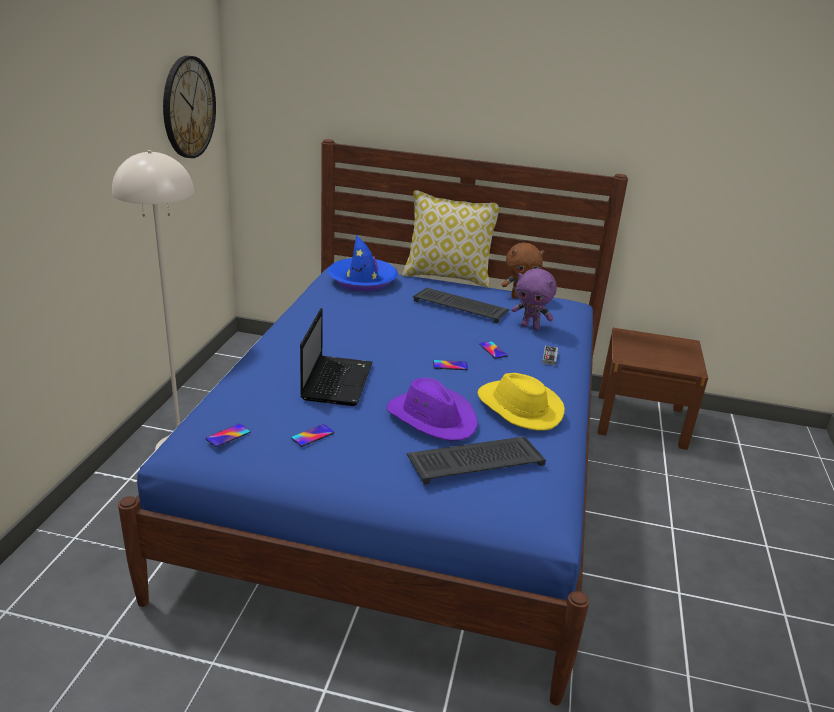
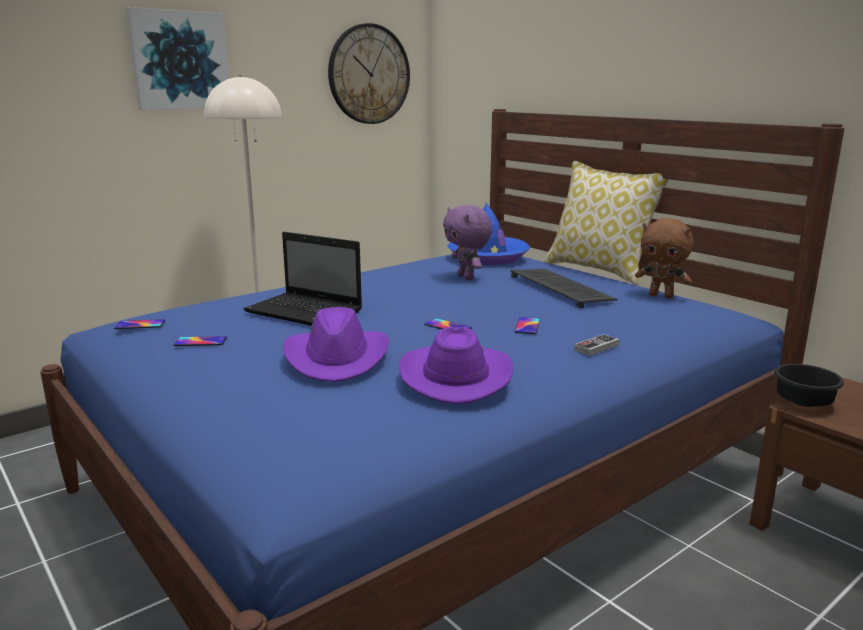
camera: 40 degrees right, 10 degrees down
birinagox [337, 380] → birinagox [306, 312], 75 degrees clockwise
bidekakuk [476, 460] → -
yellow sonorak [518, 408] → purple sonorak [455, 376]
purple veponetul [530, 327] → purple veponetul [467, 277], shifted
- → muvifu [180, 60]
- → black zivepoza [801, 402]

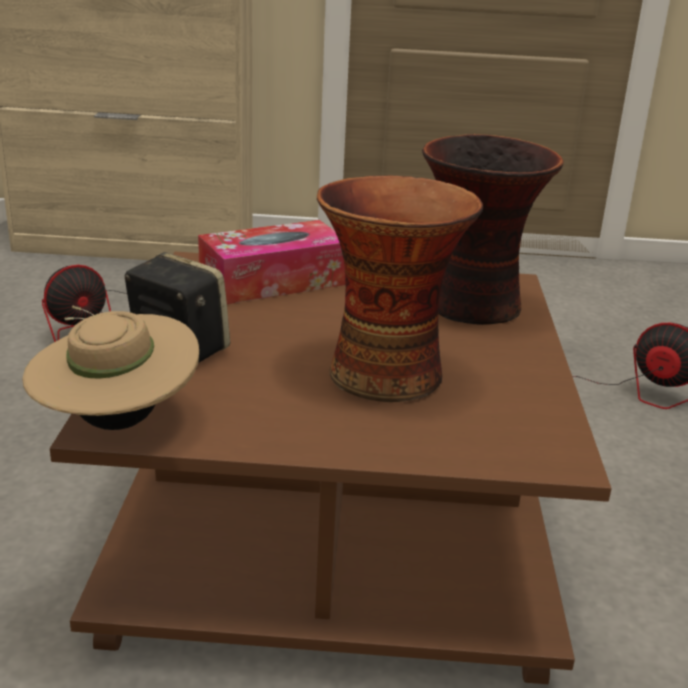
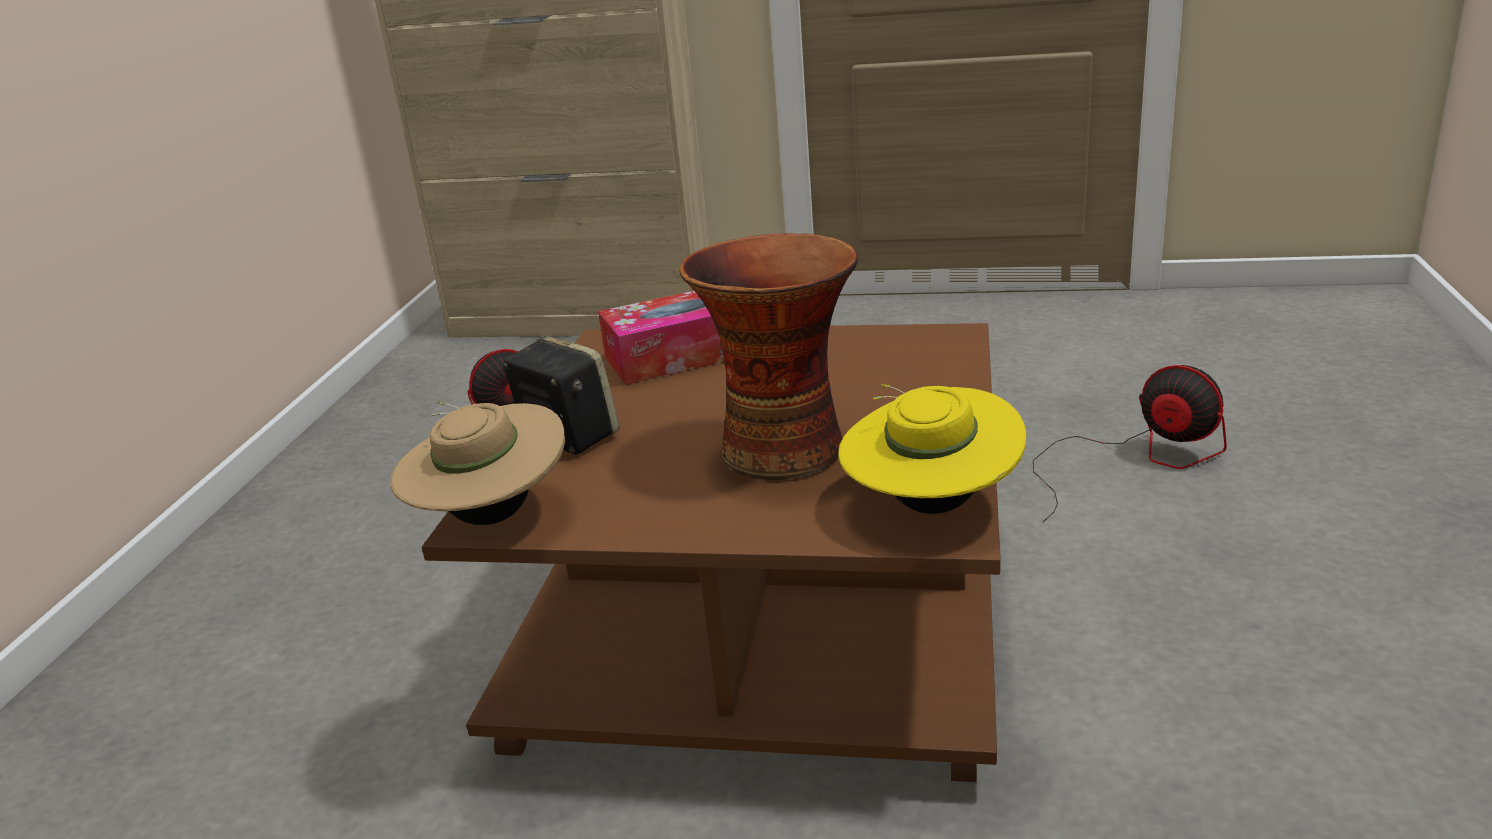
camera: 10 degrees right, 0 degrees up
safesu [475, 306] → -
- → yellow sonorak [930, 504]

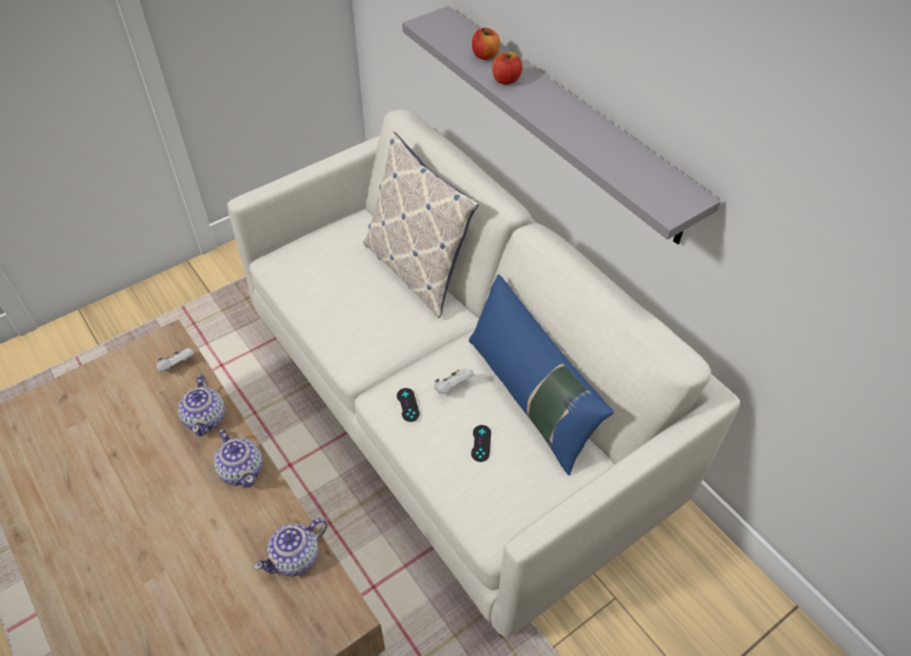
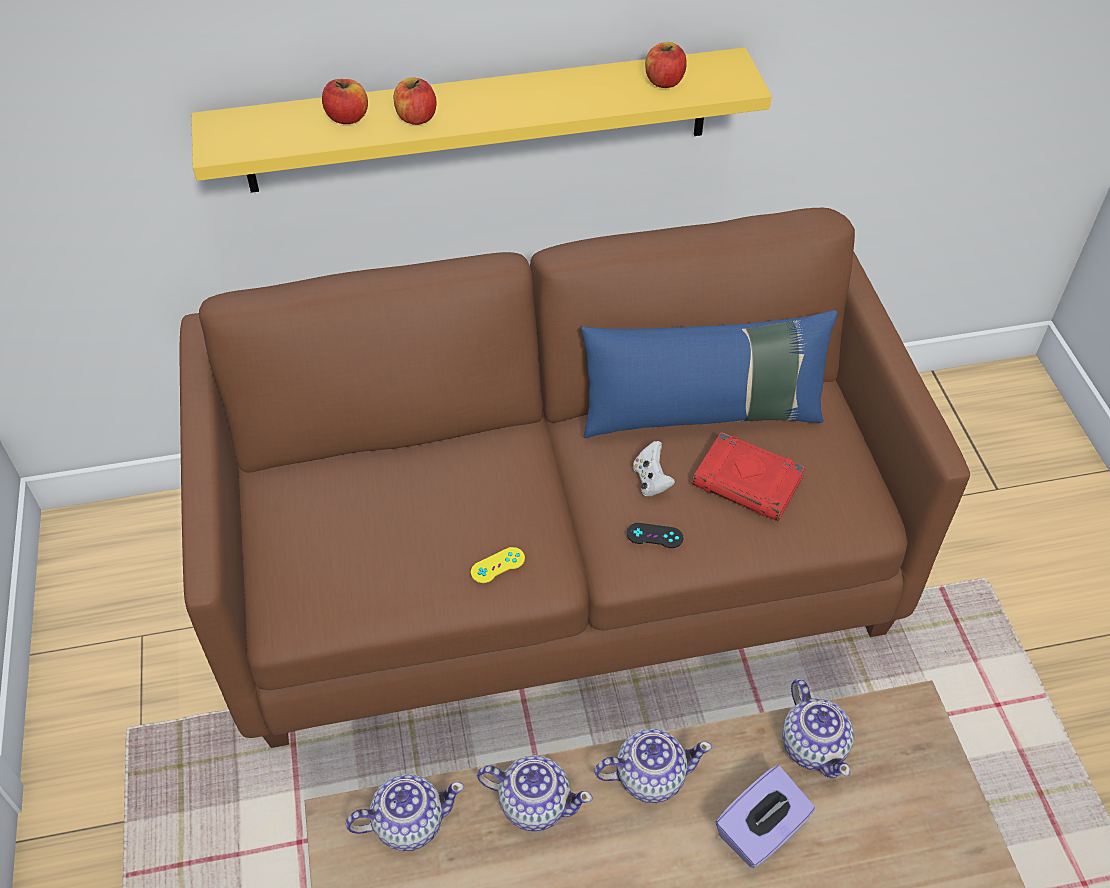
camera: 65 degrees left, 0 degrees up
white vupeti [177, 366] → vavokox [408, 822]
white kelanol [455, 411] → brown kelanol [554, 562]
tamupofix [417, 270] → -
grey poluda [563, 121] → yellow poluda [479, 121]
black vupeti [481, 443] → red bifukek [748, 482]
- → yellow vupeti [498, 565]
- → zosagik [664, 81]
- → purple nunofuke [761, 831]

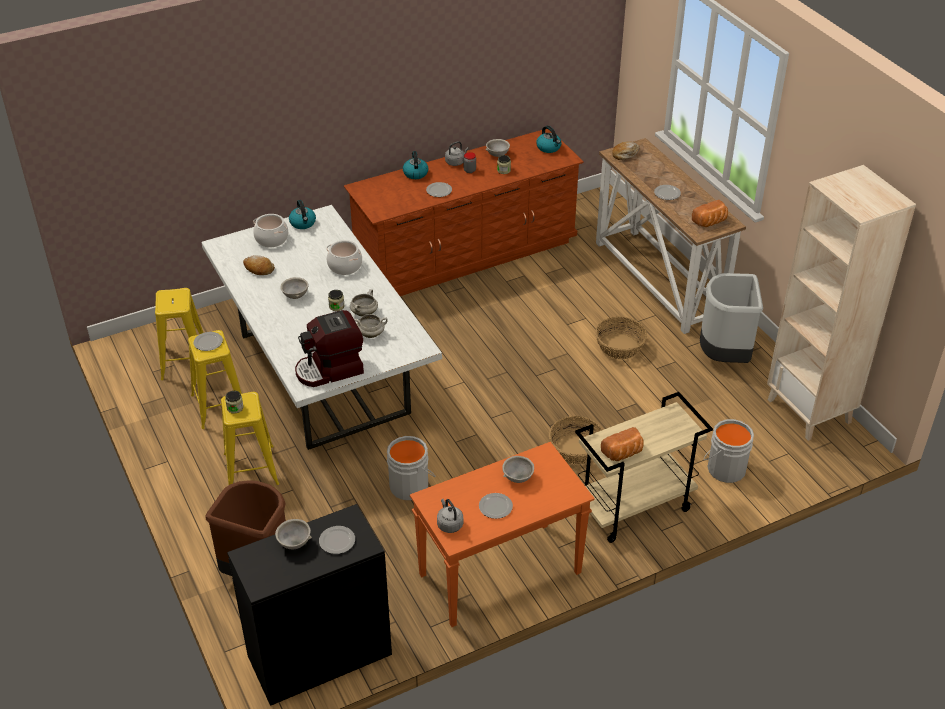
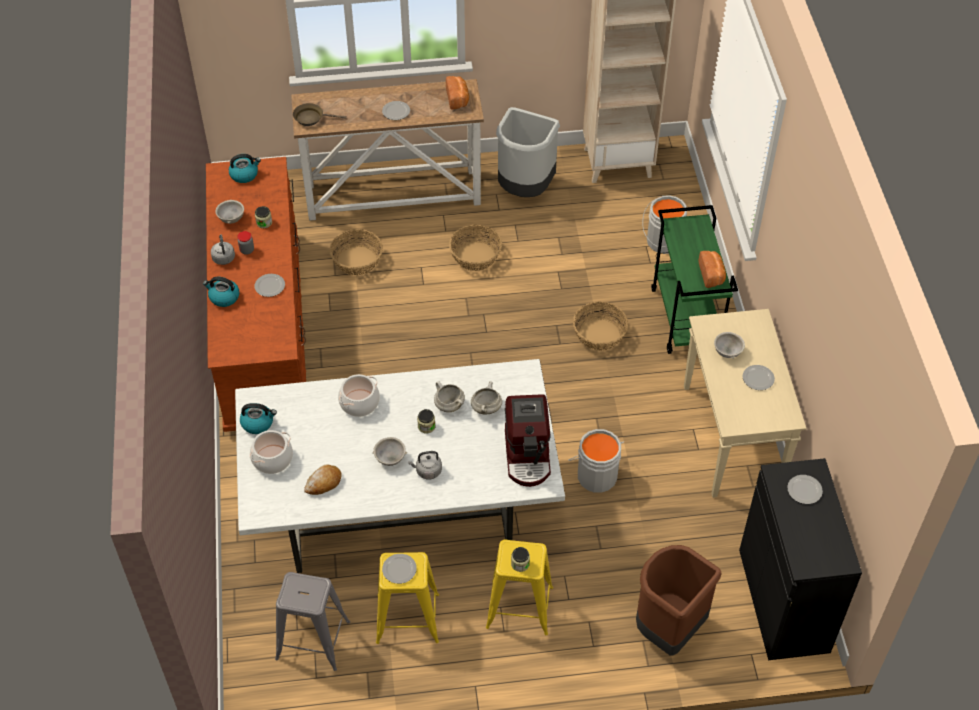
camera: 70 degrees left, 10 degrees up
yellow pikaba [184, 361] → grey pikaba [313, 640]
grey zivepoza [294, 543] → -
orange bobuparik [499, 575] → beige bobuparik [732, 438]
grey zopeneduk [449, 524] → grey zopeneduk [427, 471], shifted
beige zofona [633, 508] → green zofona [686, 319]
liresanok [625, 154] → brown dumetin [311, 118]
- → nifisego [357, 261]

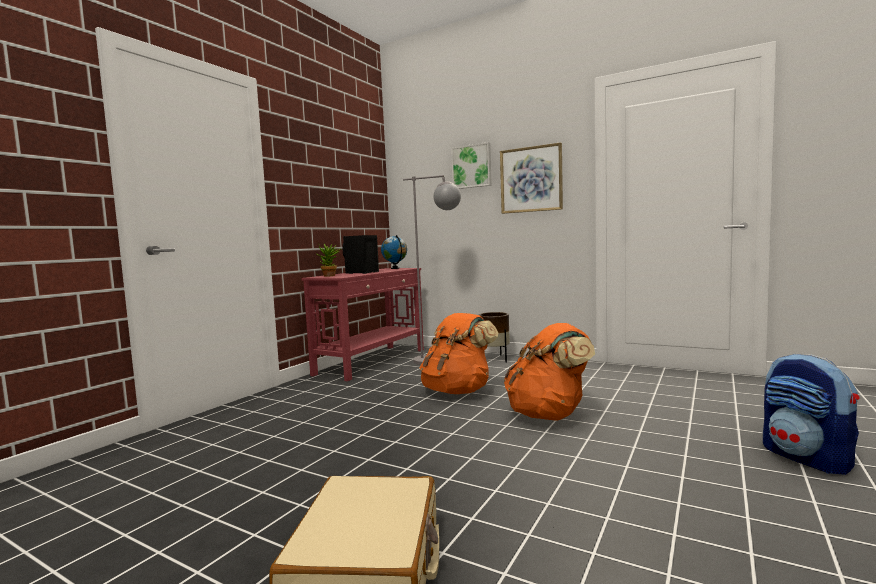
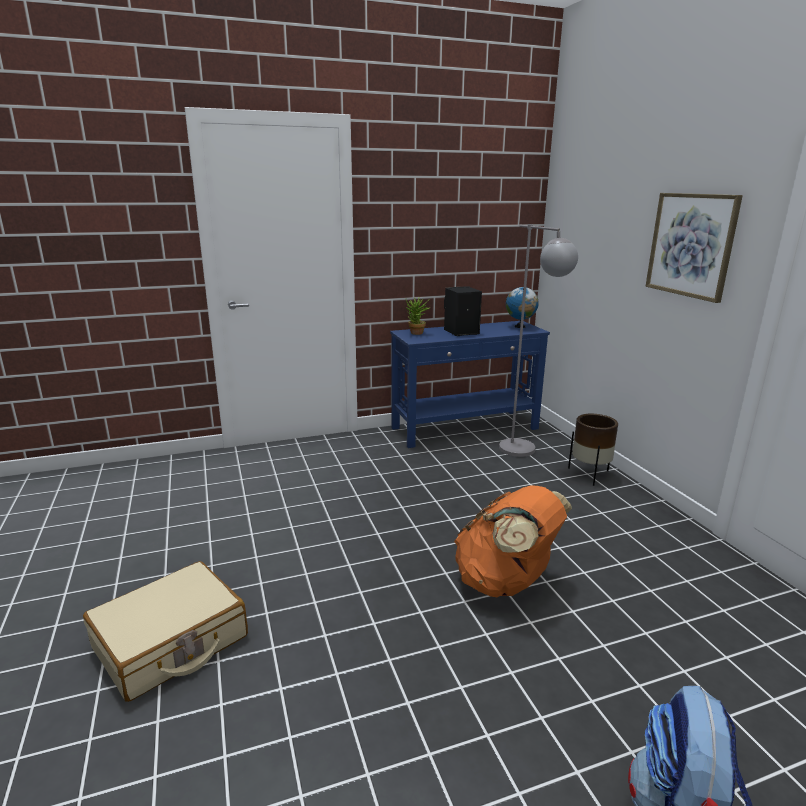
camera: 40 degrees right, 15 degrees up
red bobuparik [372, 361] → blue bobuparik [466, 428]
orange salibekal [457, 391] → -
muvifu [472, 166] → -

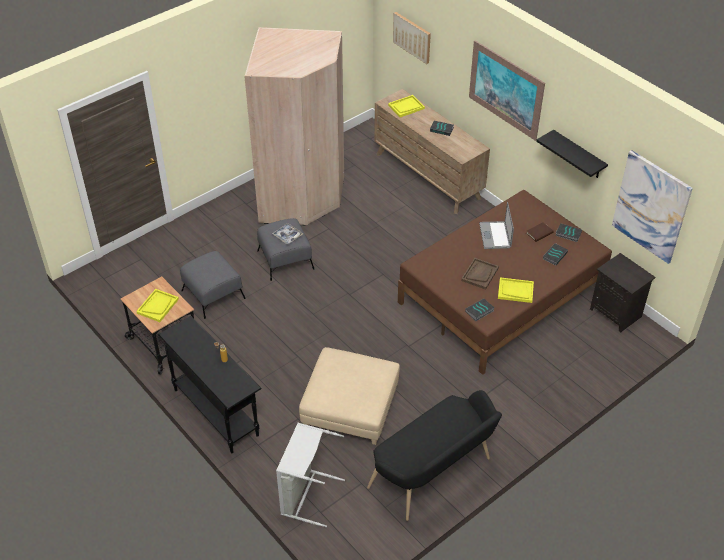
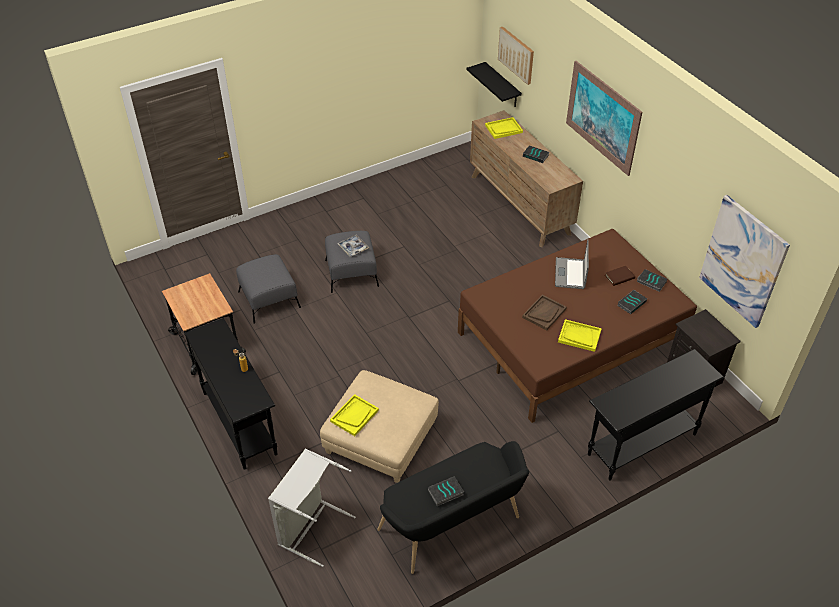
camera: 10 degrees right, 0 degrees up
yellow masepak [157, 306] → yellow masepak [354, 416], shifted
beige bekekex [300, 198] → -
bifukek [479, 311] → bifukek [445, 493], shifted
black poluda [578, 155] → black poluda [502, 85], shifted
- → black bobuparik [641, 444]

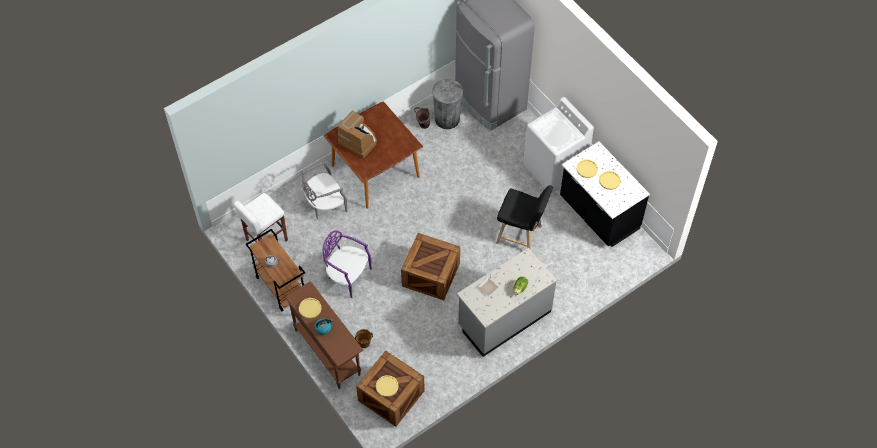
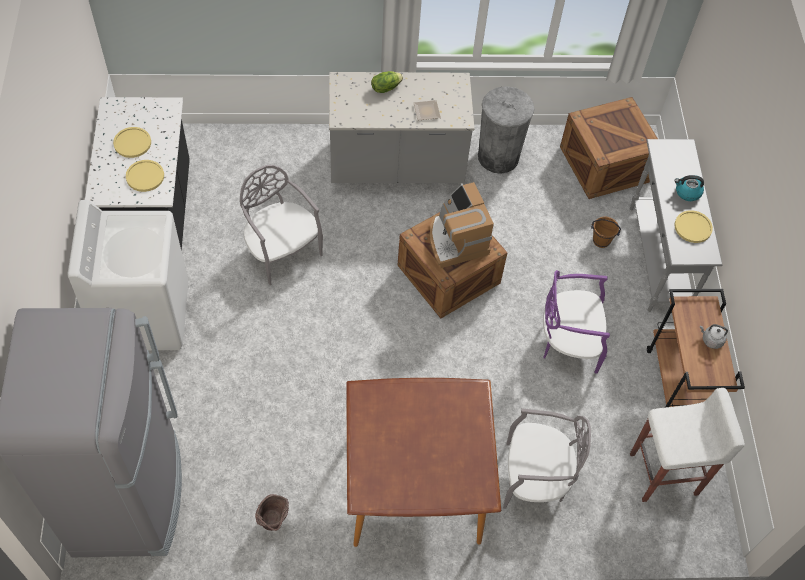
camera: 150 degrees left, 0 degrees up
brown bobuparik [327, 352] → grey bobuparik [658, 258]
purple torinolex [347, 276] → purple torinolex [568, 342], 120 degrees clockwise
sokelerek [358, 140] → sokelerek [456, 240], shifted
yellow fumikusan [387, 386] → -
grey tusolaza [447, 119] → grey tusolaza [498, 156], shifted
black pikaba [521, 235] → grey torinolex [281, 251]

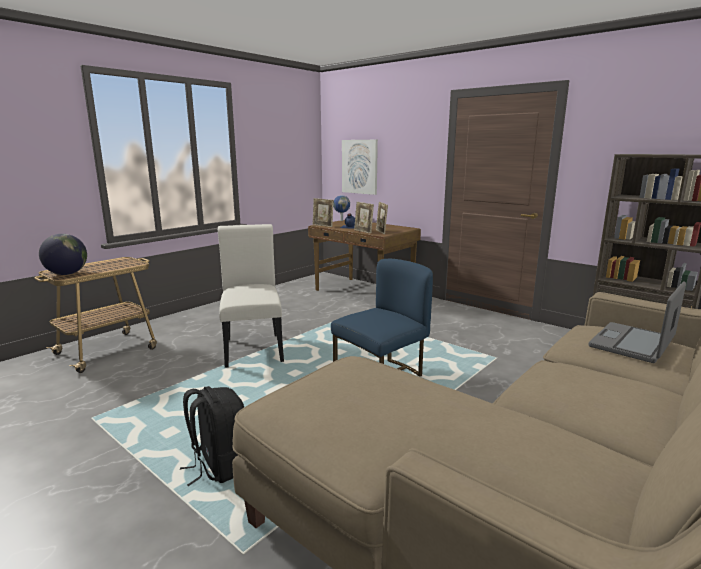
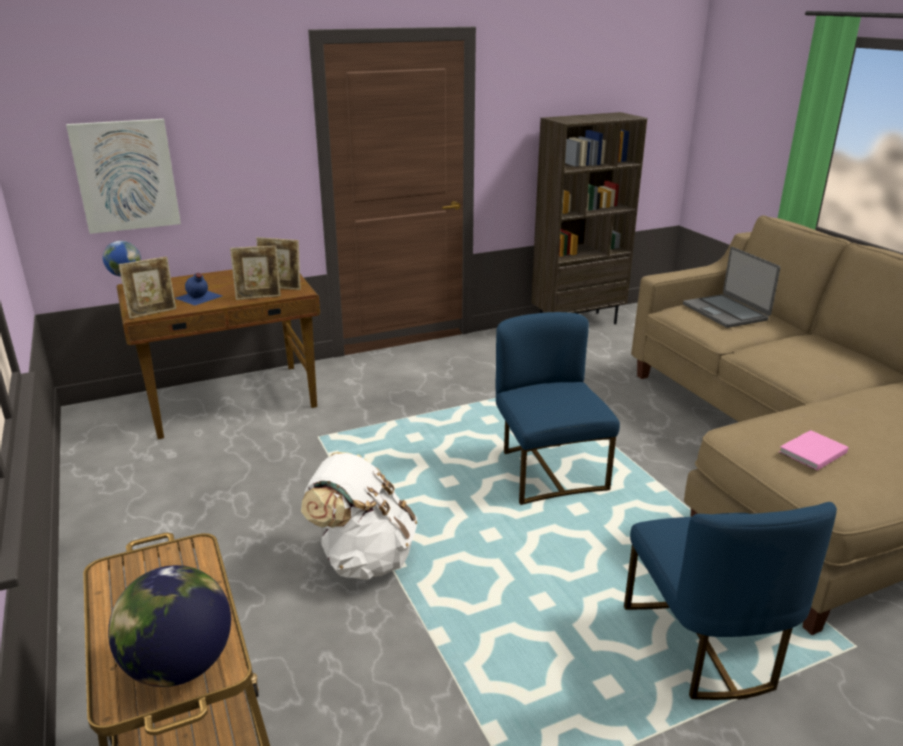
camera: 65 degrees left, 10 degrees up
black salibekal [219, 466] → blue torinolex [704, 645]
white torinolex [253, 347] → white salibekal [363, 558]
- → pink bifukek [811, 452]

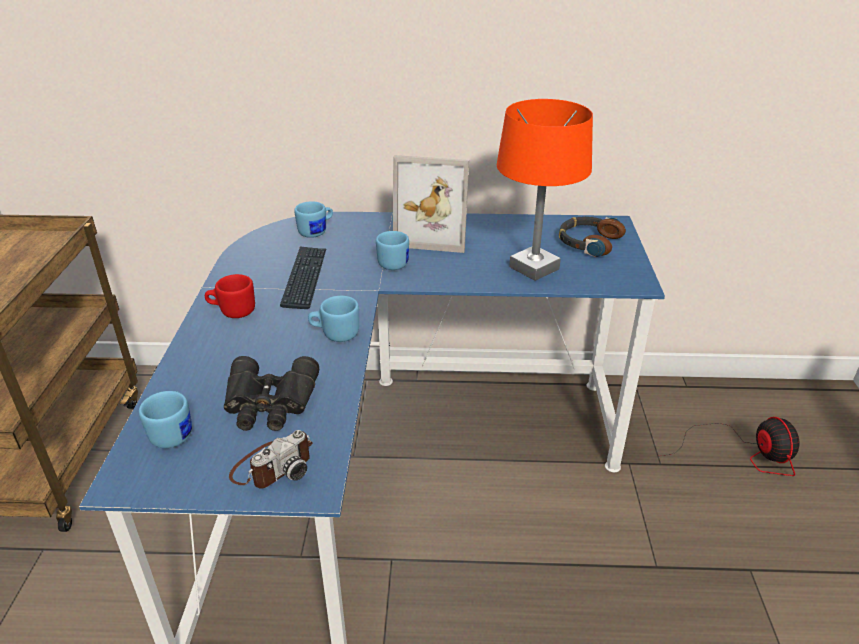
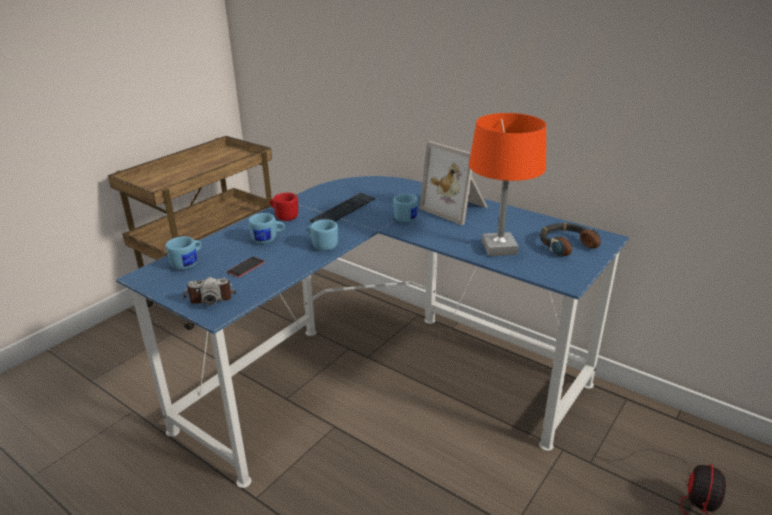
camera: 35 degrees right, 5 degrees down
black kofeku [270, 403] → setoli [246, 267]
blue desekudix [317, 232] → blue desekudix [268, 239], shifted

